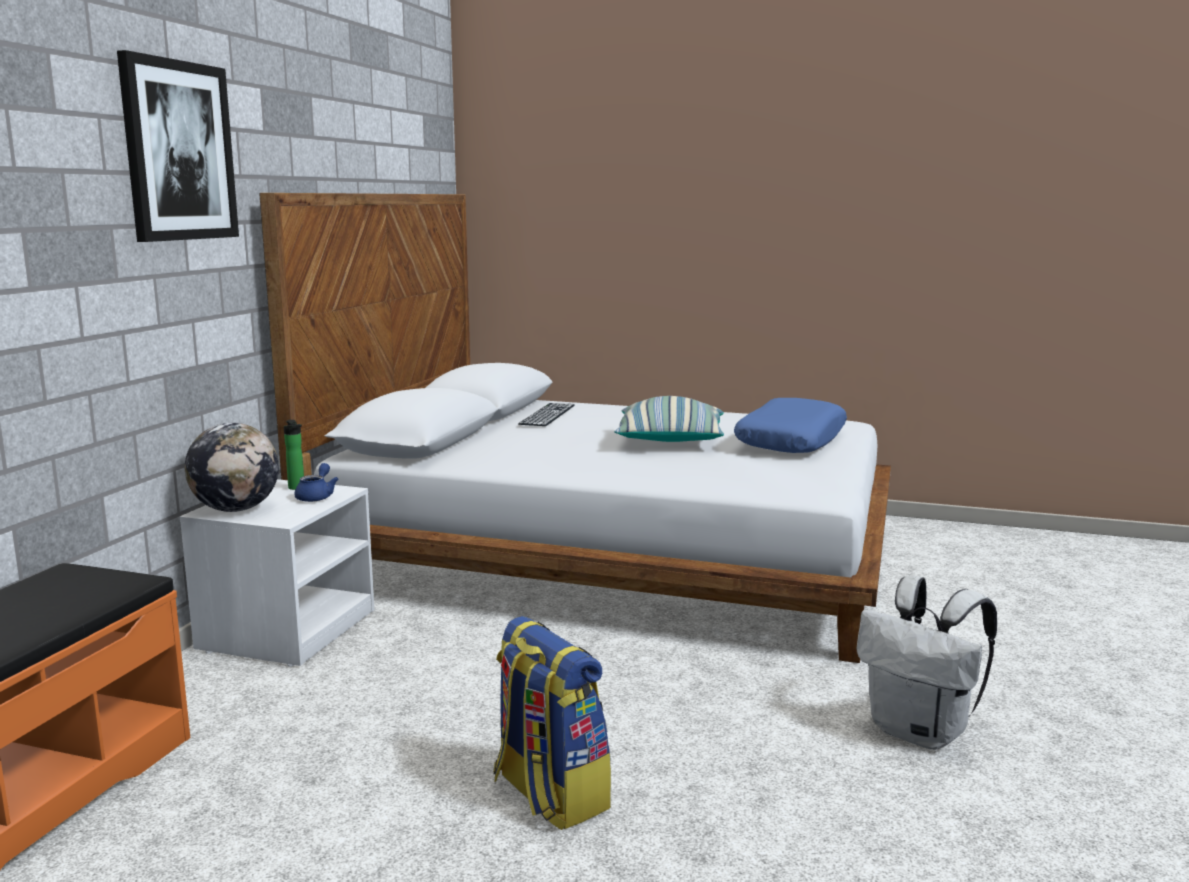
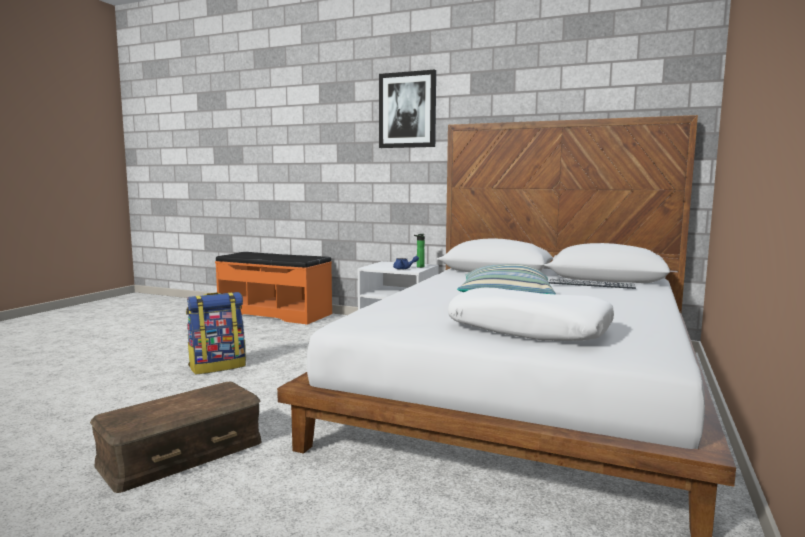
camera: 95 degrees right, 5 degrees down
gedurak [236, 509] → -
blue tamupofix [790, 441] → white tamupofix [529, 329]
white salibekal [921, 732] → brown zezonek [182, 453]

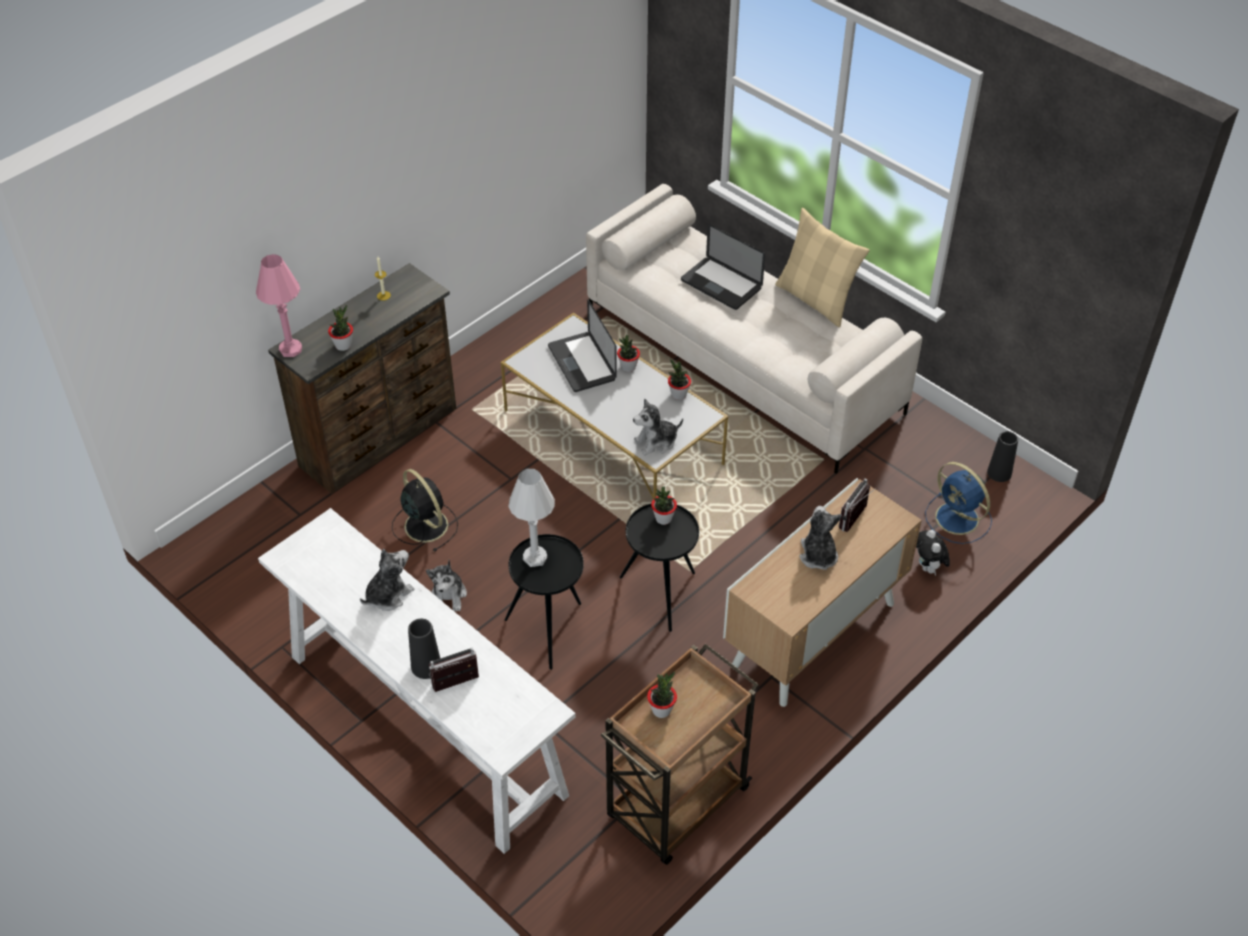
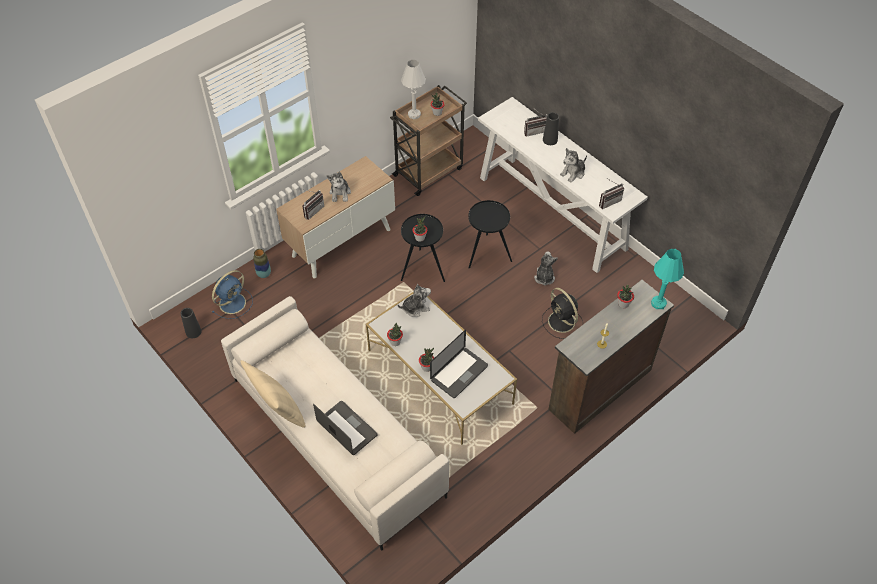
camera: 175 degrees left, 5 degrees up
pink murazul [290, 349] → turquoise murazul [658, 303]
white murazul [535, 558] → white murazul [414, 114], shifted
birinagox [582, 363] → birinagox [459, 373], 60 degrees clockwise
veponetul [928, 568] → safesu [264, 274]
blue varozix [958, 519] → blue varozix [233, 302], 75 degrees clockwise
- → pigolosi [608, 201]

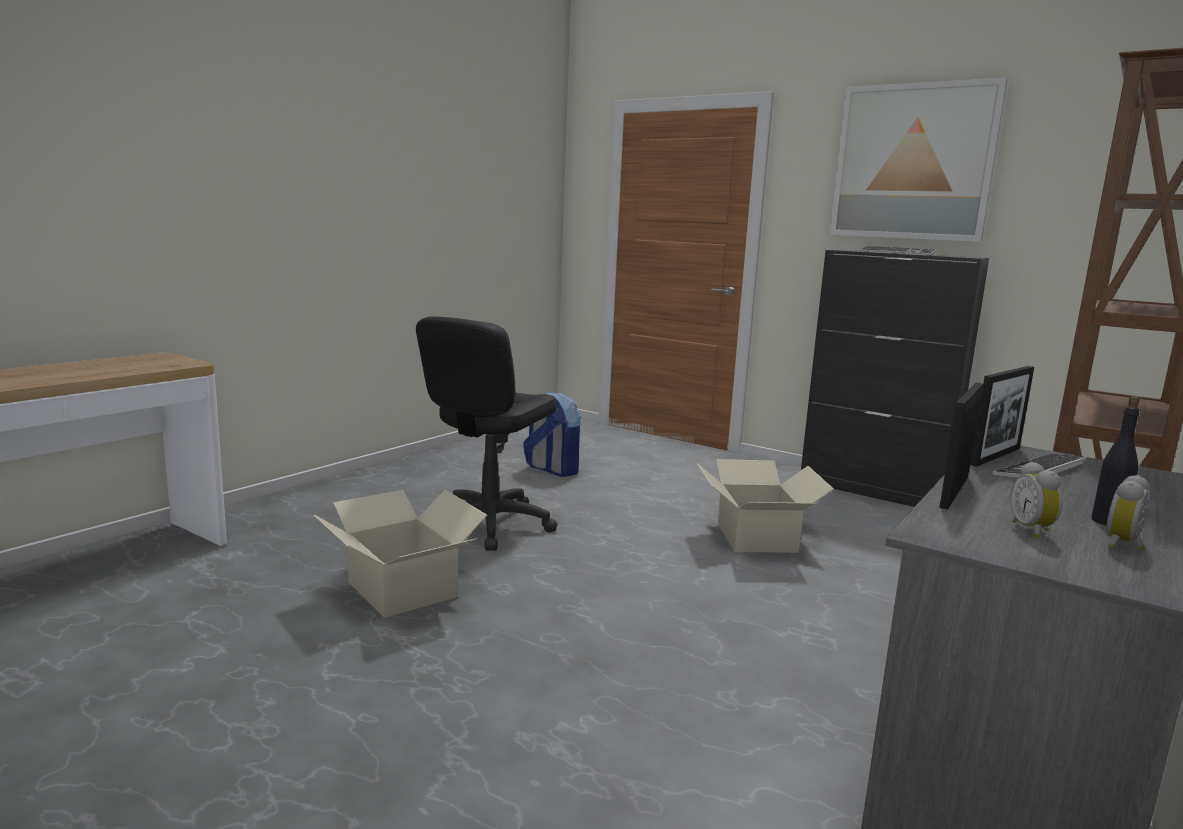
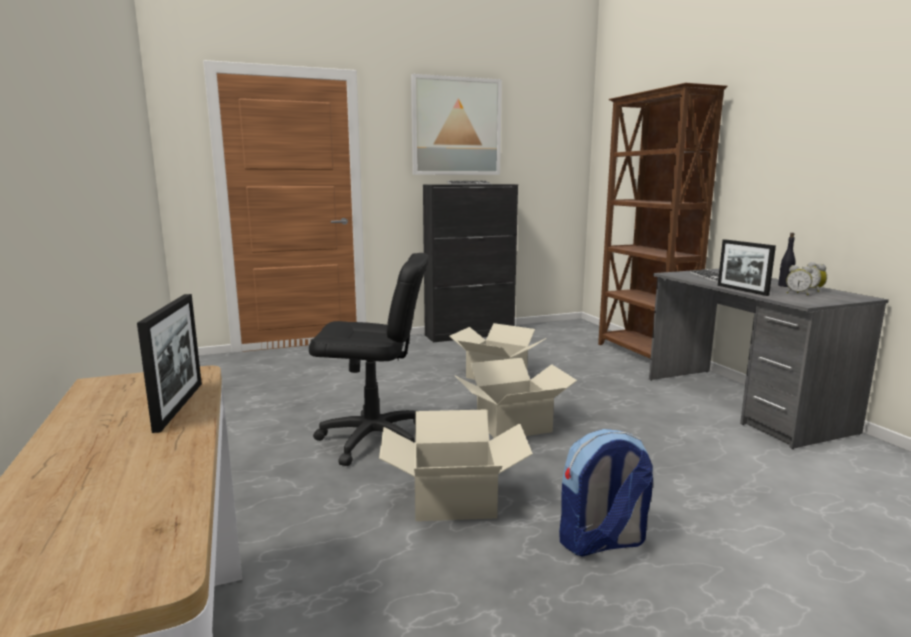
camera: 55 degrees left, 0 degrees up
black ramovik [488, 524] → black ramovik [373, 440], 60 degrees counterclockwise
salibekal [551, 469] → salibekal [601, 542], shifted
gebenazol [995, 456] → gebenazol [179, 406], shifted
- → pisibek [514, 425]

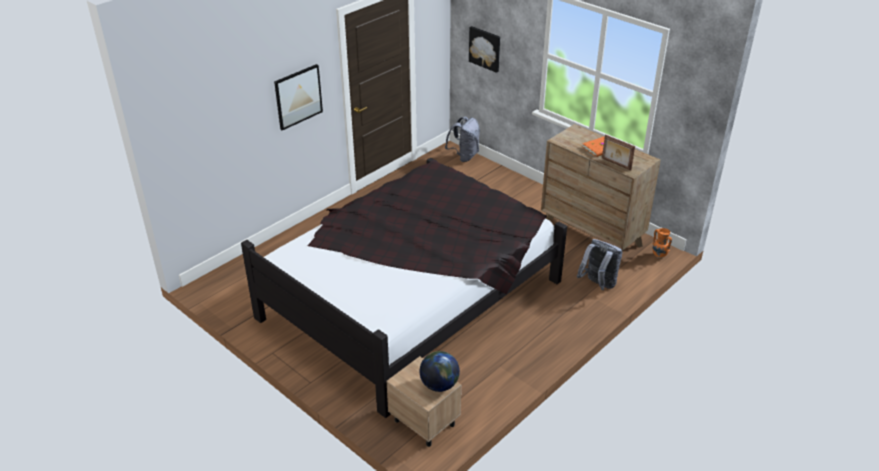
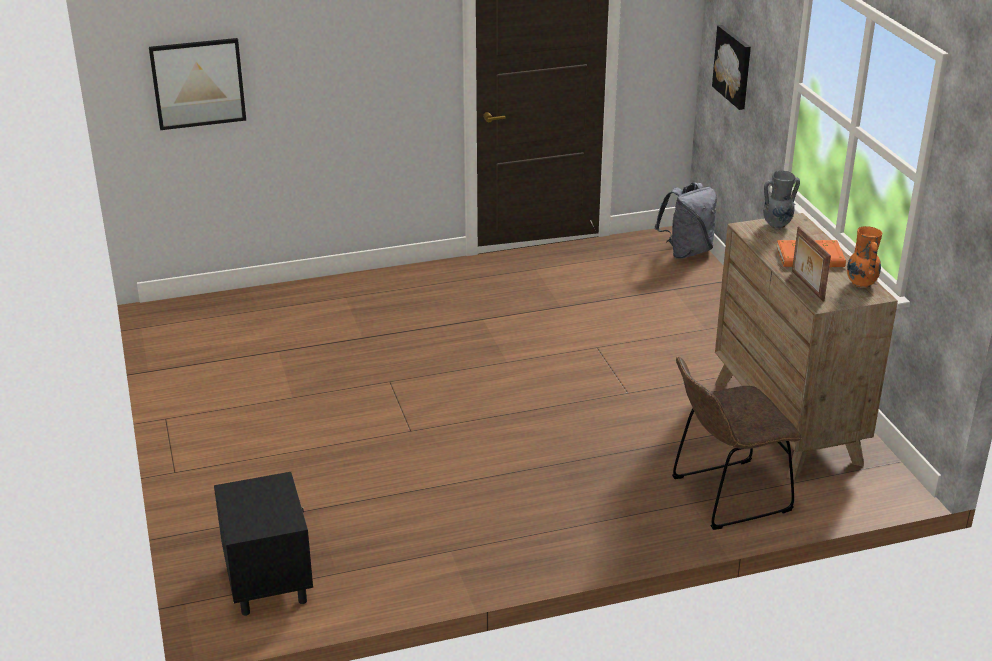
camera: 30 degrees right, 5 degrees down
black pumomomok [411, 298] → -
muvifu [298, 96] → muvifu [198, 83], shifted
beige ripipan [424, 422] → black ripipan [268, 581]
gedurak [439, 384] → -
grey salibekal [598, 285] → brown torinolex [725, 496]
orange safesu [659, 255] → orange safesu [861, 284], shifted
- → grey safesu [777, 225]

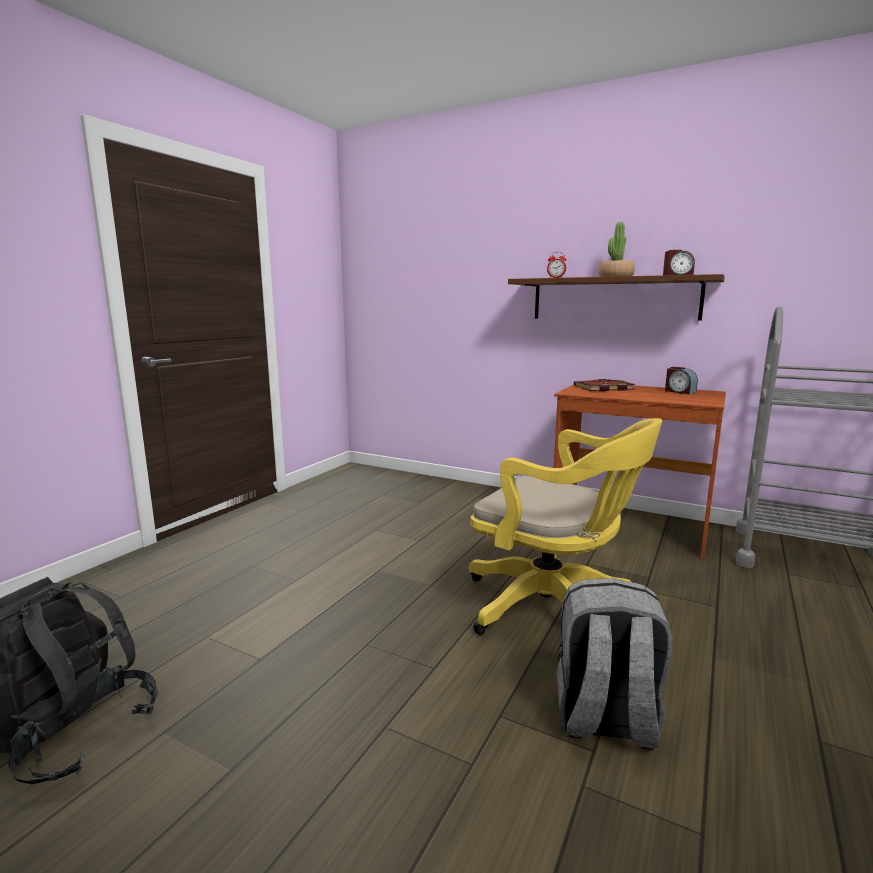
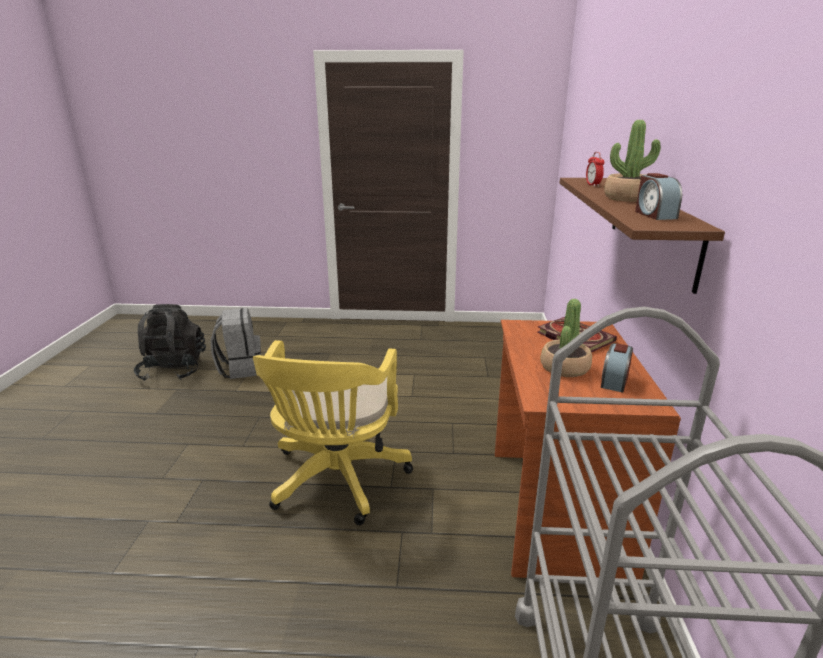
camera: 65 degrees right, 10 degrees up
grey salibekal [605, 720] → grey salibekal [240, 368], shifted
- → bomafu [564, 367]

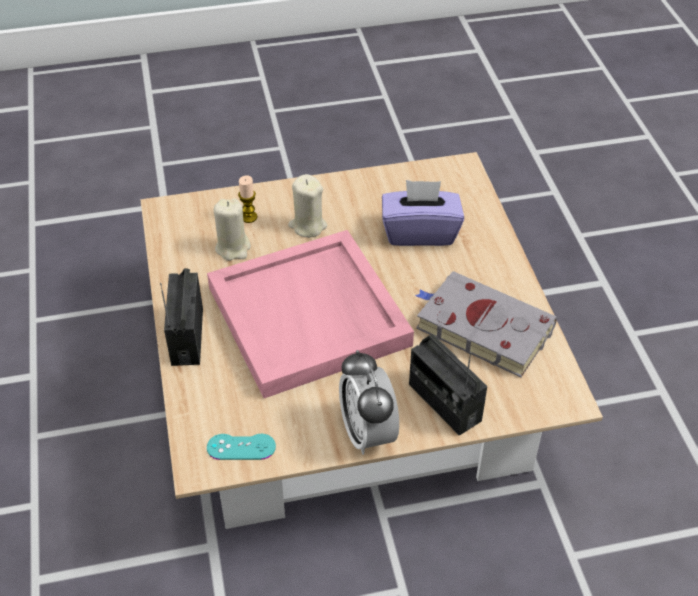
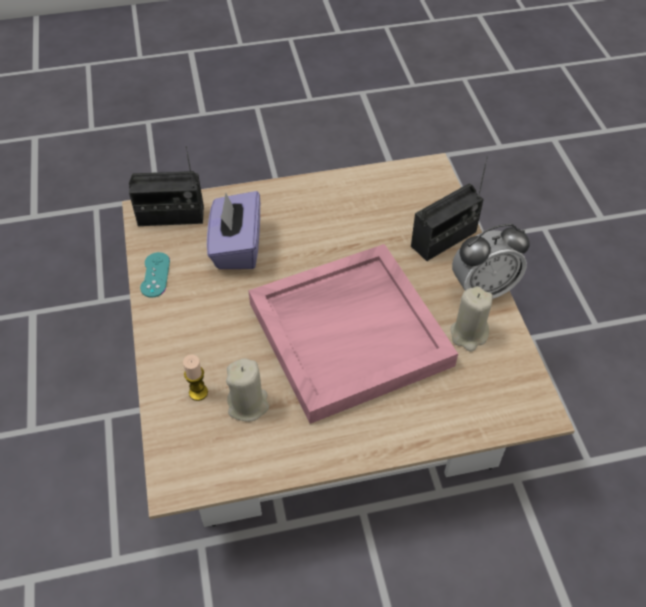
camera: 90 degrees left, 5 degrees up
pigolosi [187, 336] → pigolosi [171, 216], shifted
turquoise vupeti [241, 447] → turquoise vupeti [155, 275], shifted
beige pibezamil [307, 226] → beige pibezamil [468, 334], shifted
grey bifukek [481, 327] → -

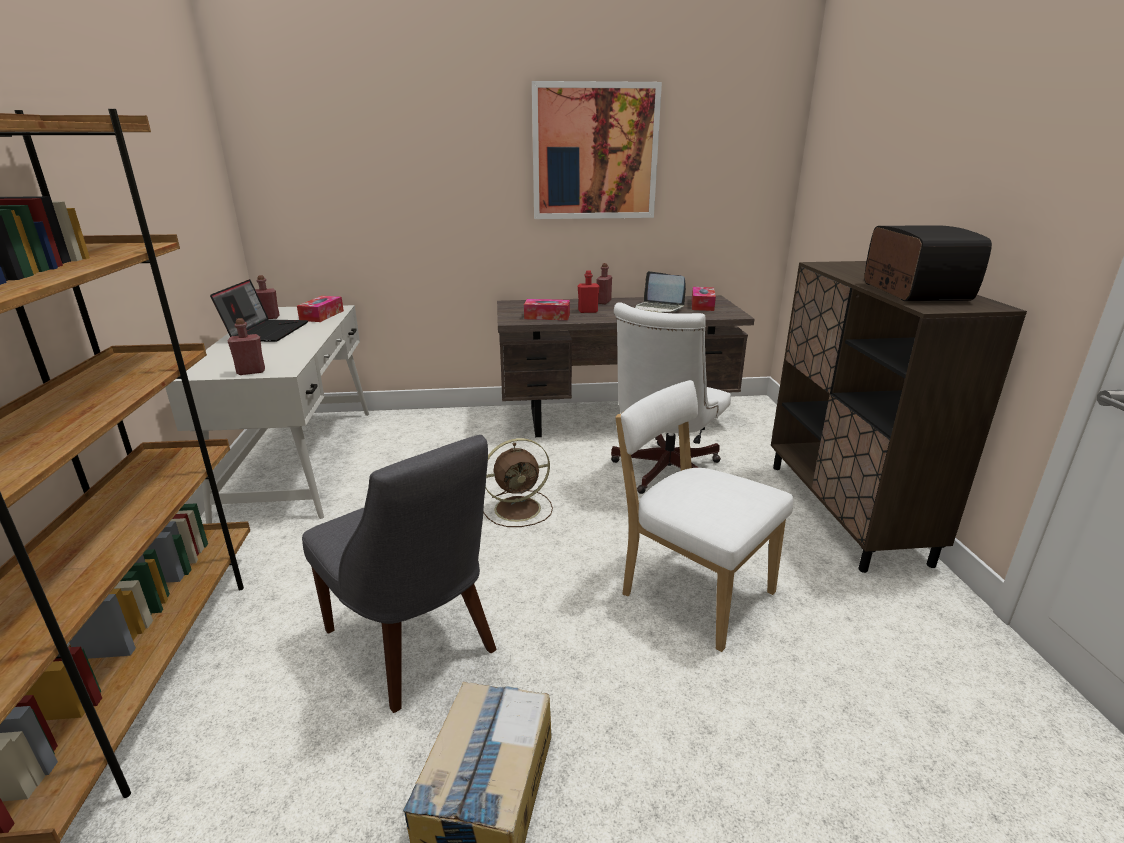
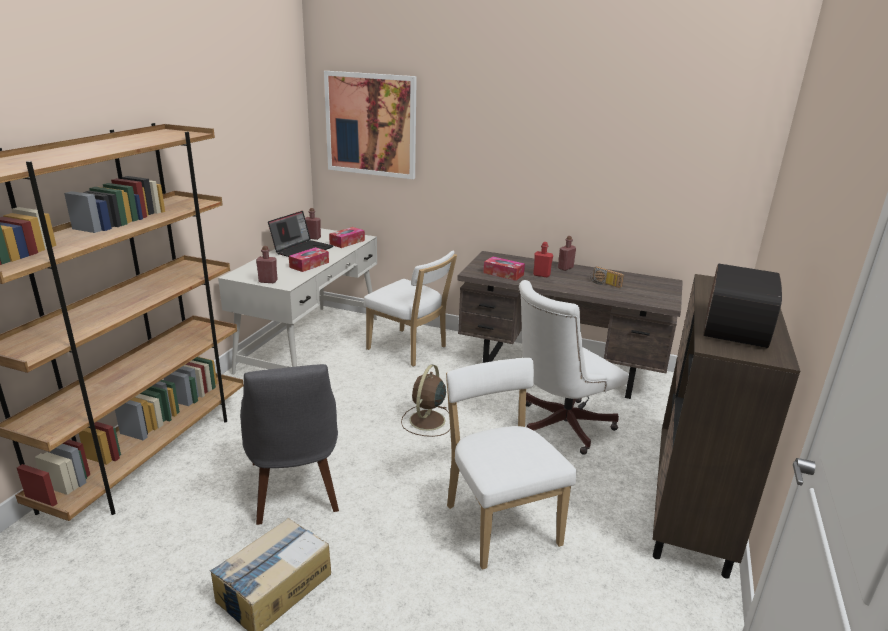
camera: 25 degrees right, 0 degrees up
brown varozix [519, 508] → brown varozix [426, 421], 105 degrees clockwise
muvifu [595, 152] → muvifu [371, 125], shifted
birinagox [658, 309] → pigolosi [604, 284]
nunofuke [702, 305] → nunofuke [309, 265], shifted
- → white torinolex [409, 349]

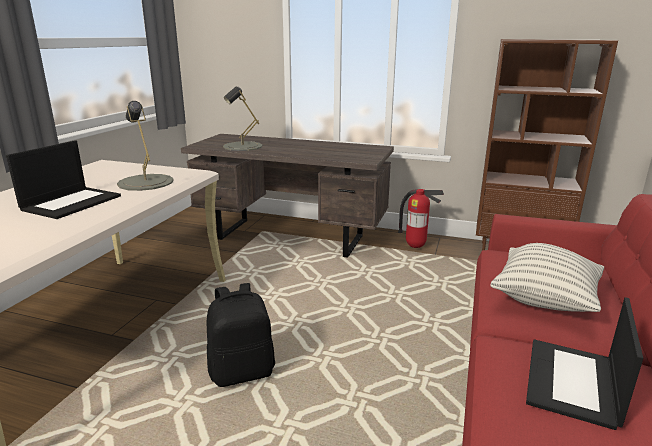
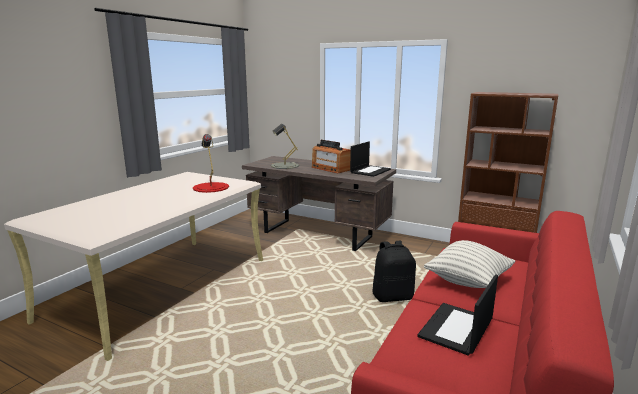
camera: 10 degrees right, 5 degrees down
birinagox [72, 202] → birinagox [370, 171], shifted
grey murazul [145, 182] → red murazul [210, 187]
black salibekal [242, 371] → black salibekal [393, 296], shifted
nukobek [416, 246] → -
- → pigolosi [330, 169]

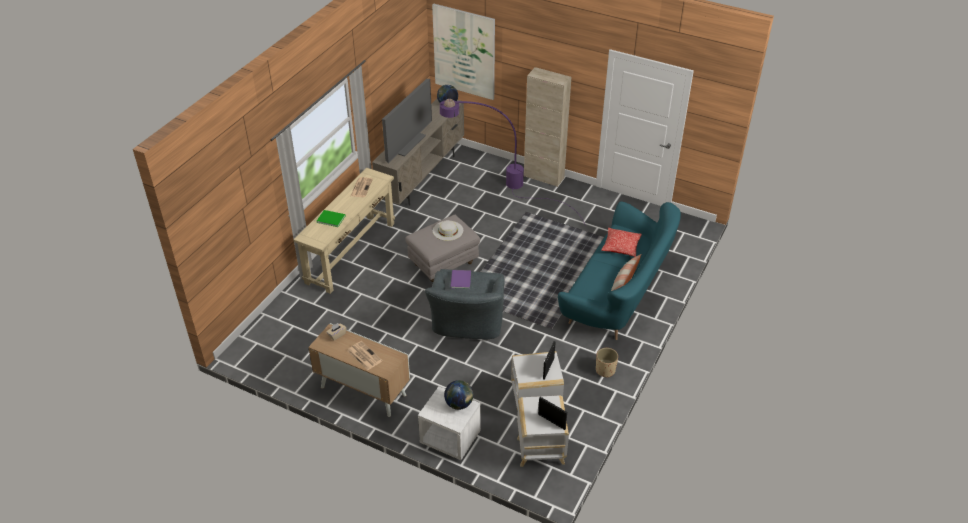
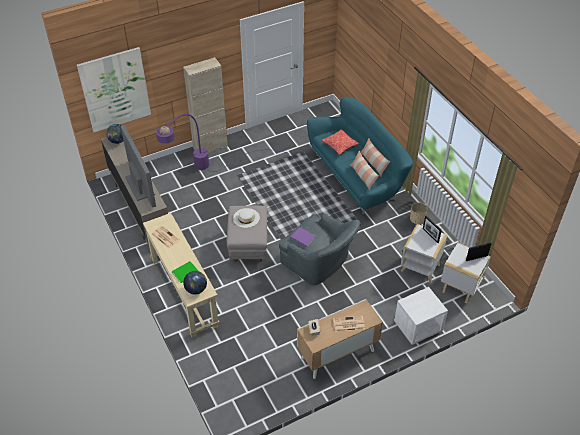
camera: 55 degrees left, 5 degrees up
gedurak [459, 404] → gedurak [196, 289], shifted
- → tamupofix [363, 176]

